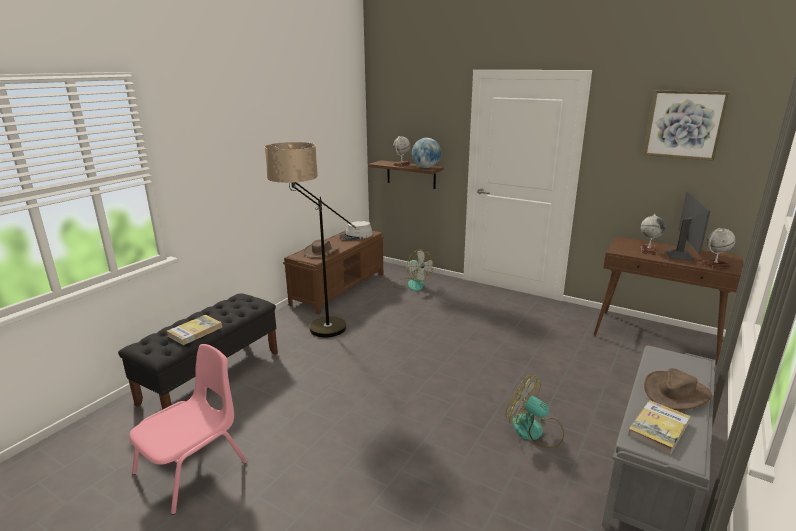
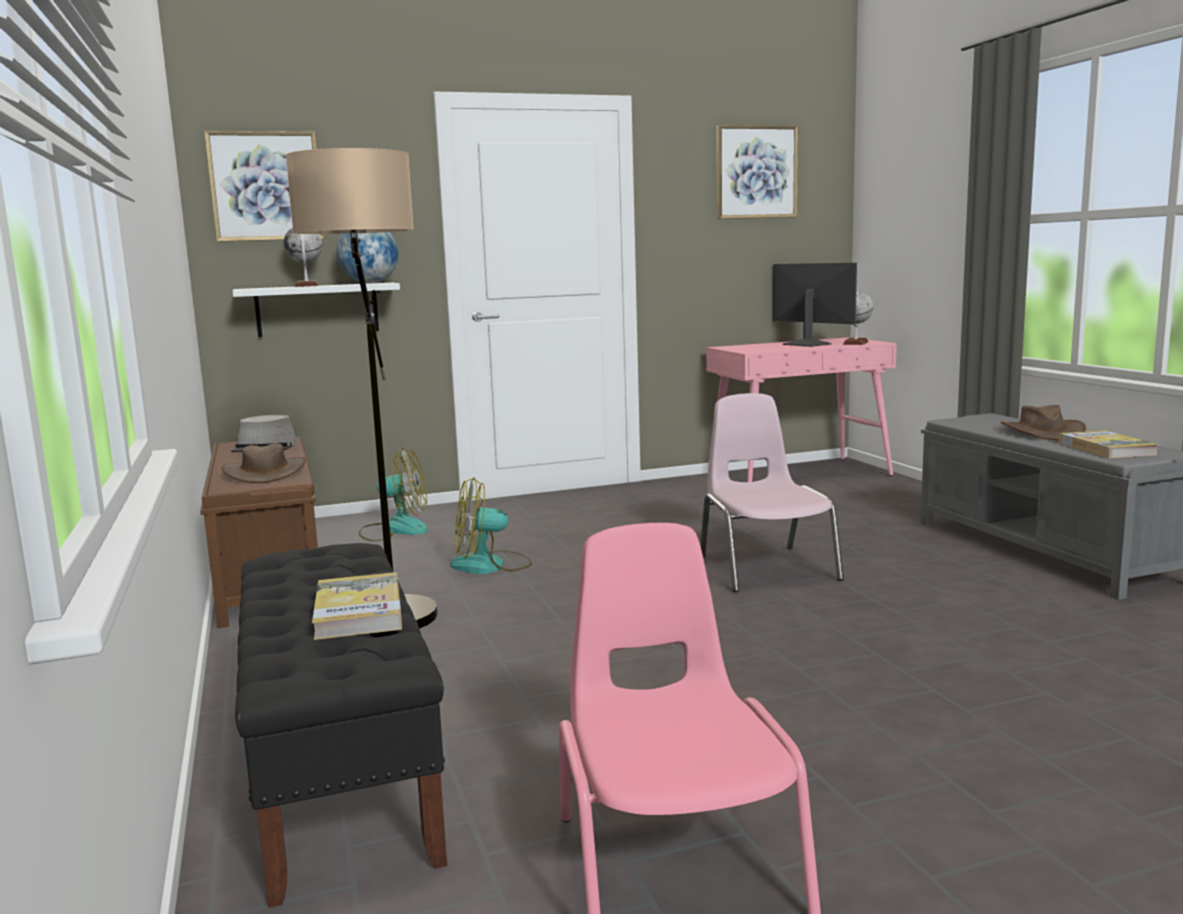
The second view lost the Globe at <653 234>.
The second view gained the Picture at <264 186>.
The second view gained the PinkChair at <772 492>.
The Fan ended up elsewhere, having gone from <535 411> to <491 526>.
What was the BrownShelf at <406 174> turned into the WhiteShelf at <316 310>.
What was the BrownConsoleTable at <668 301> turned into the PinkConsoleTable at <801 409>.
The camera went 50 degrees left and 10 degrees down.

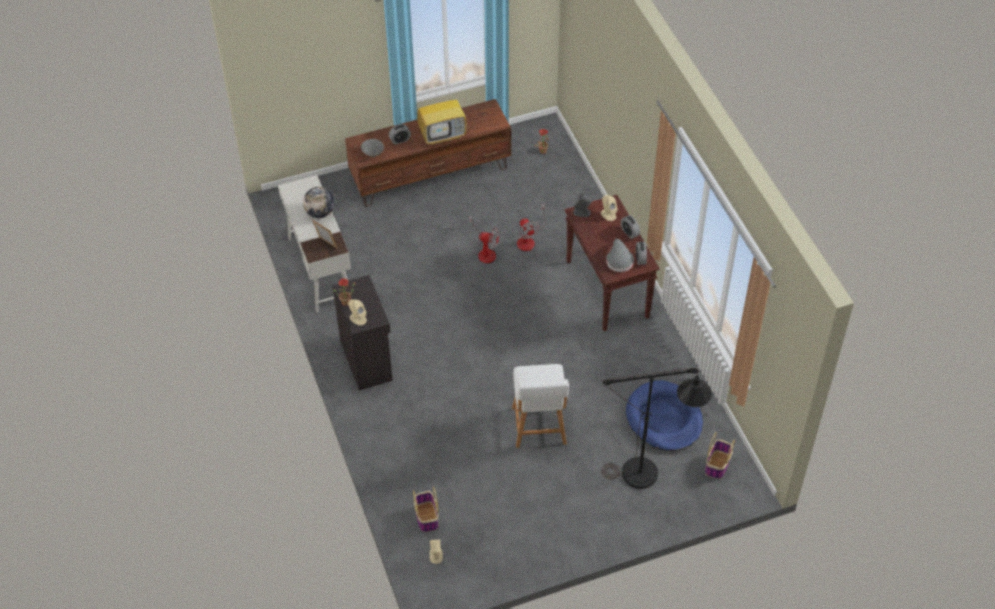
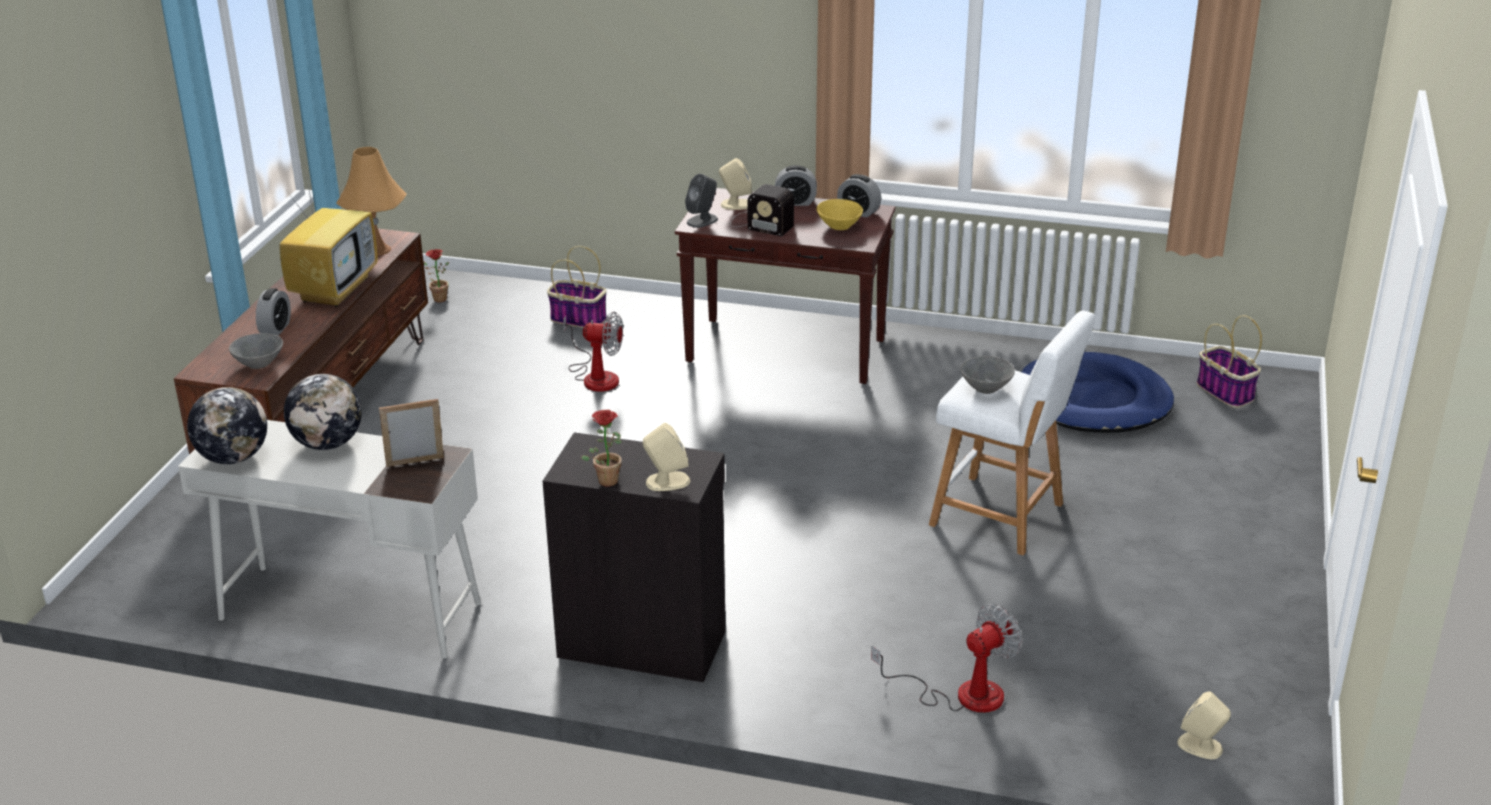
The second view lost the BlackFloorLamp at <657 428>.
The second view gained the Globe at <227 425>.
The second view gained the OrangeTableLamp at <371 201>.
The second view gained the Radio at <762 210>.
The second view gained the GreyBowl at <987 375>.
The Basket ended up elsewhere, having gone from <426 509> to <577 287>.
The Fan ended up elsewhere, having gone from <484 239> to <946 658>.
Where the GreyHat stood at <620 255>, the YellowBowl came to stand at <840 214>.
The camera went 55 degrees left and 20 degrees down.

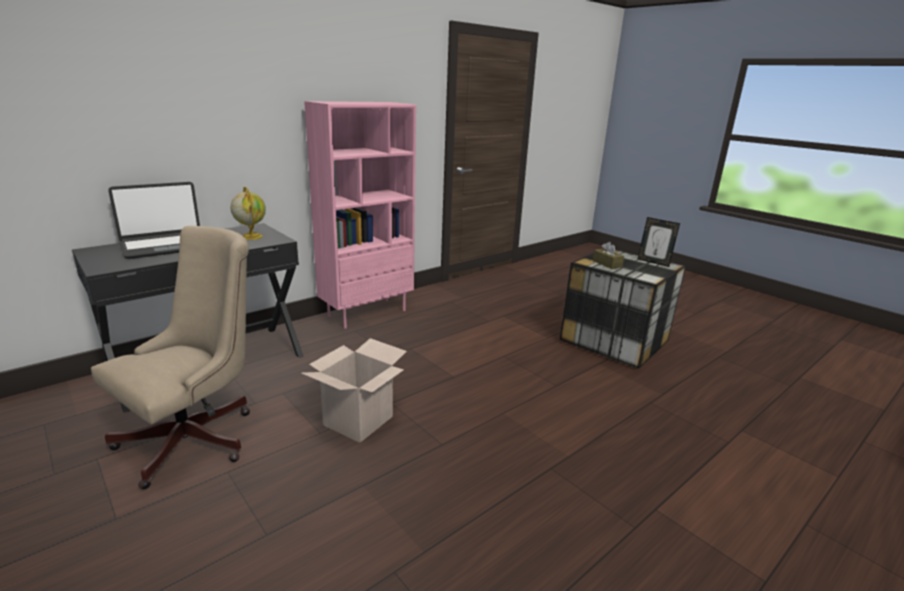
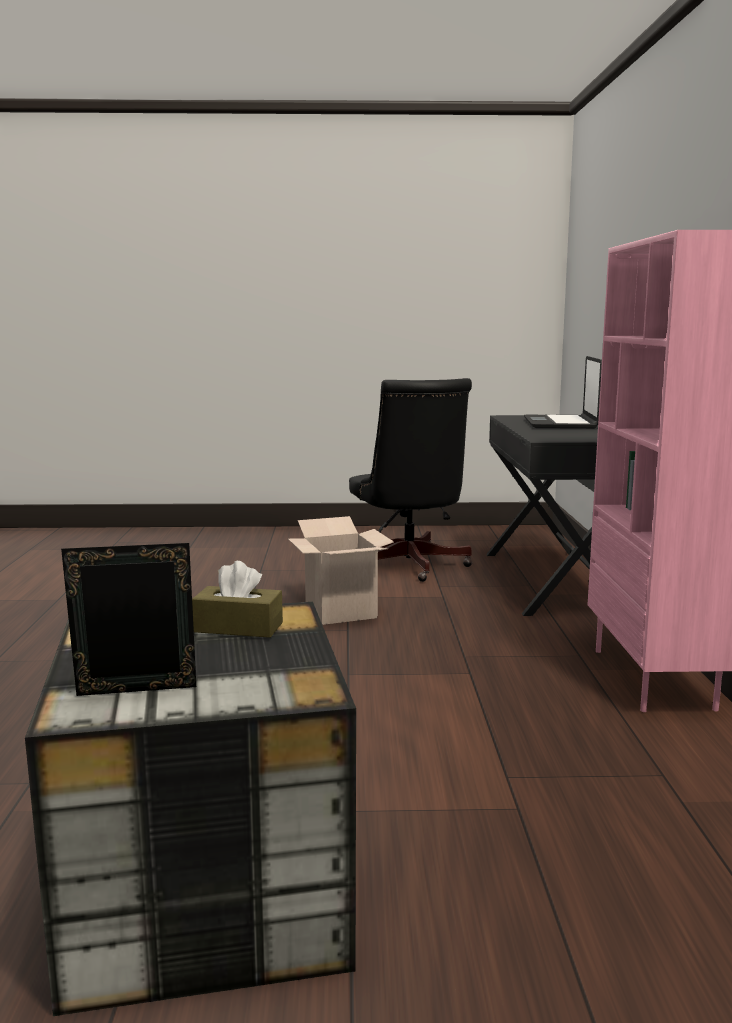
The second view lost the Globe at <248 213>.
What was the BeigeOfficeChair at <170 357> turned into the BlackOfficeChair at <410 480>.
The camera went 130 degrees right and 10 degrees down.

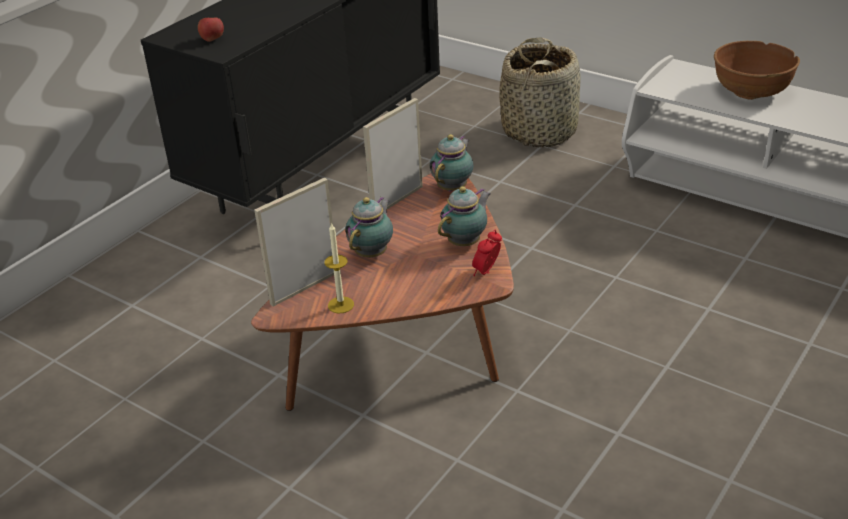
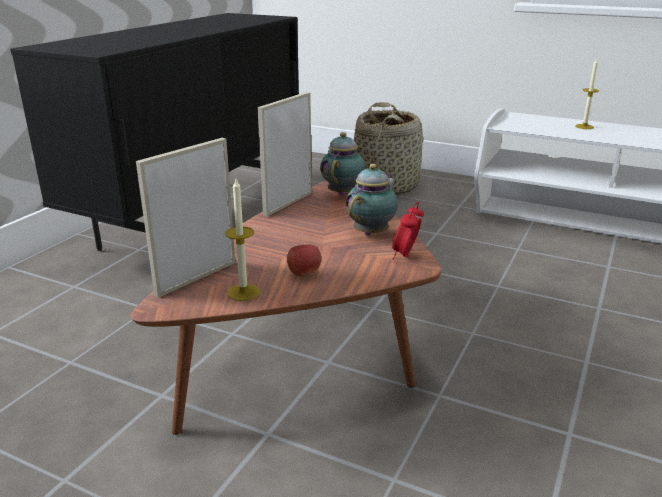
The second view lost the Teapot at <369 227>.
The Apple ended up elsewhere, having gone from <211 29> to <304 260>.
Where the BrownBowl stood at <757 70>, the Candle came to stand at <587 93>.
The camera went 10 degrees left and 10 degrees down.

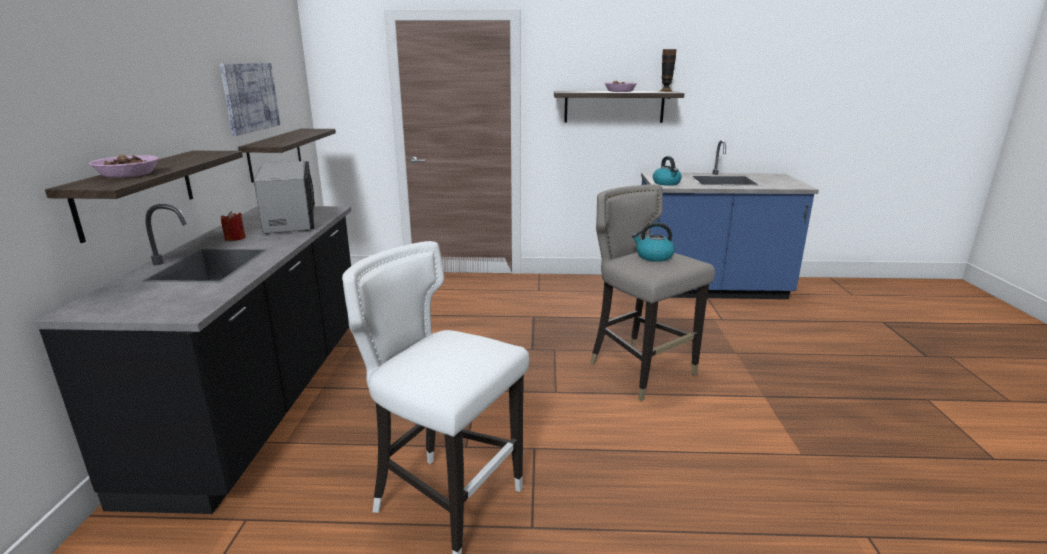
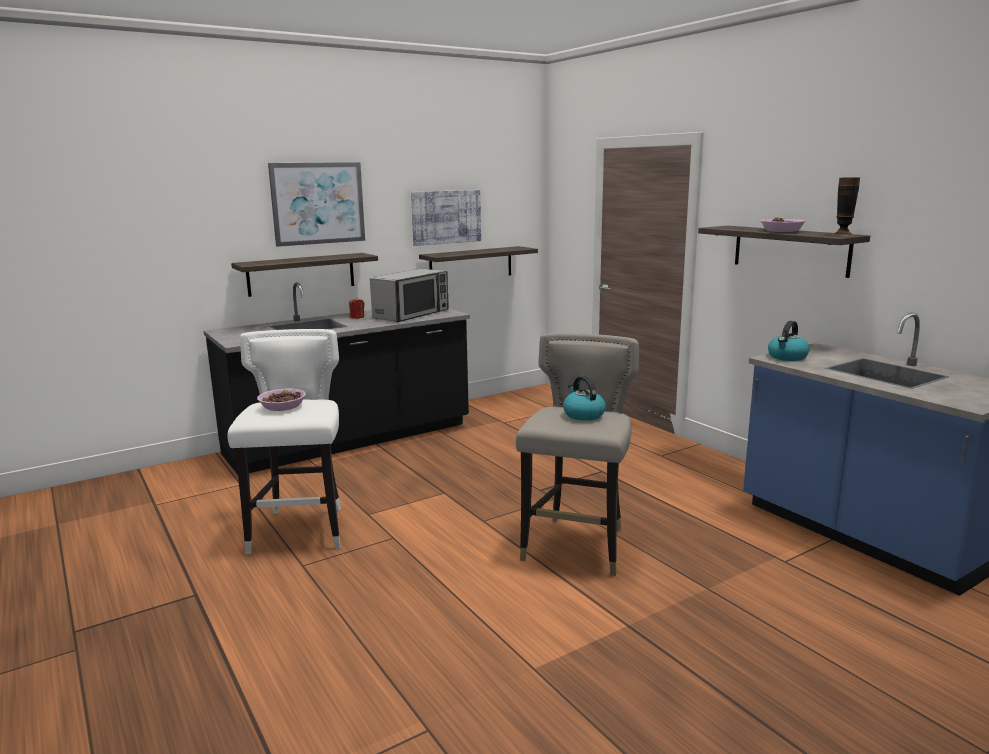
The second view gained the Picture at <316 204>.
The Bowl ended up elsewhere, having gone from <124 166> to <281 400>.
The camera went 55 degrees right and 5 degrees down.

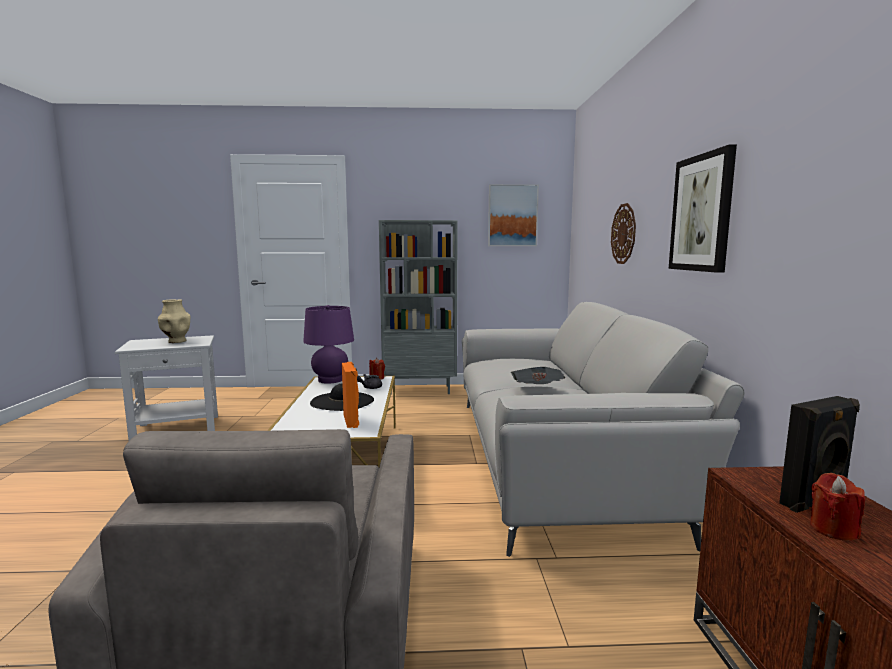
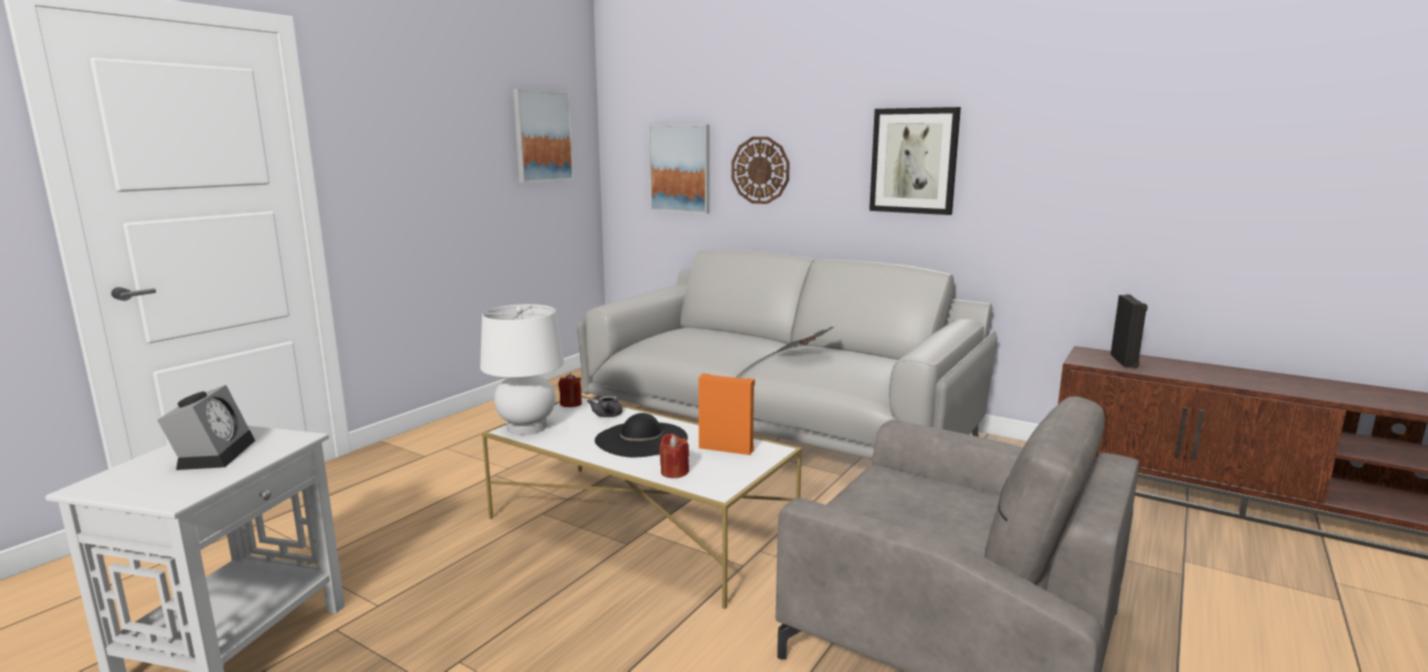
The second view lost the GreyBookcase at <418 307>.
The second view gained the Picture at <679 169>.
The RedCandle ended up elsewhere, having gone from <837 507> to <674 456>.
Where the BeigeVase stood at <174 321>, the AlarmClock came to stand at <206 427>.
What was the PurpleTableLamp at <328 344> turned into the WhiteTableLamp at <522 369>.
The camera went 55 degrees left and 5 degrees up.

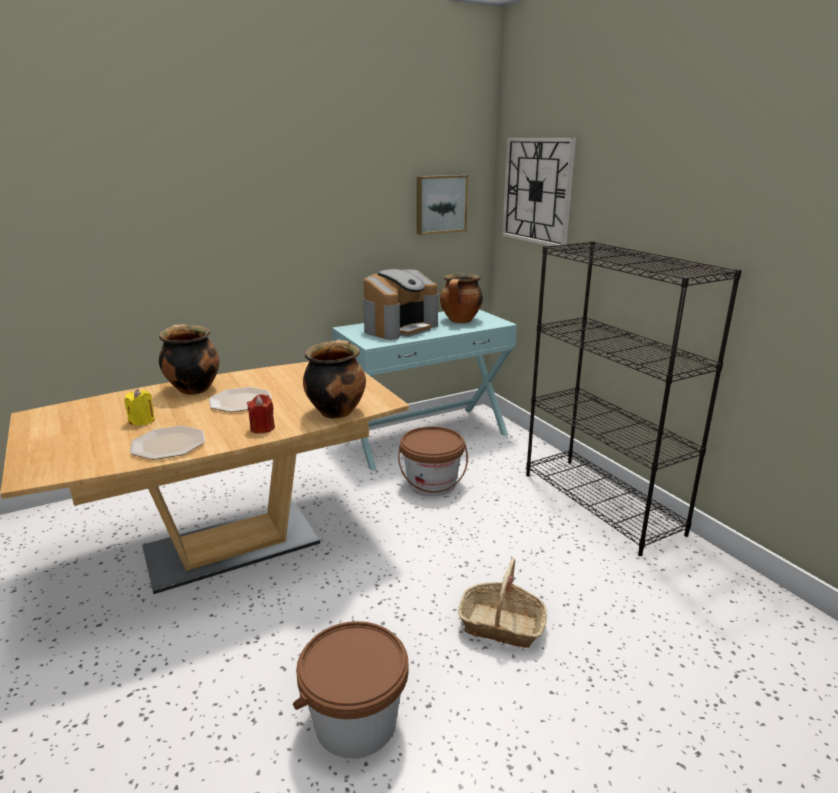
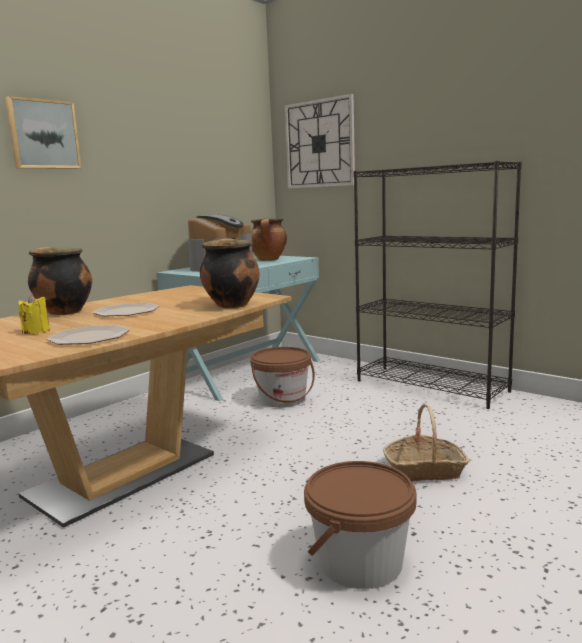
The second view lost the RedCandle at <261 414>.
The Picture ended up elsewhere, having gone from <442 205> to <43 132>.
The camera went 20 degrees left and 10 degrees down.

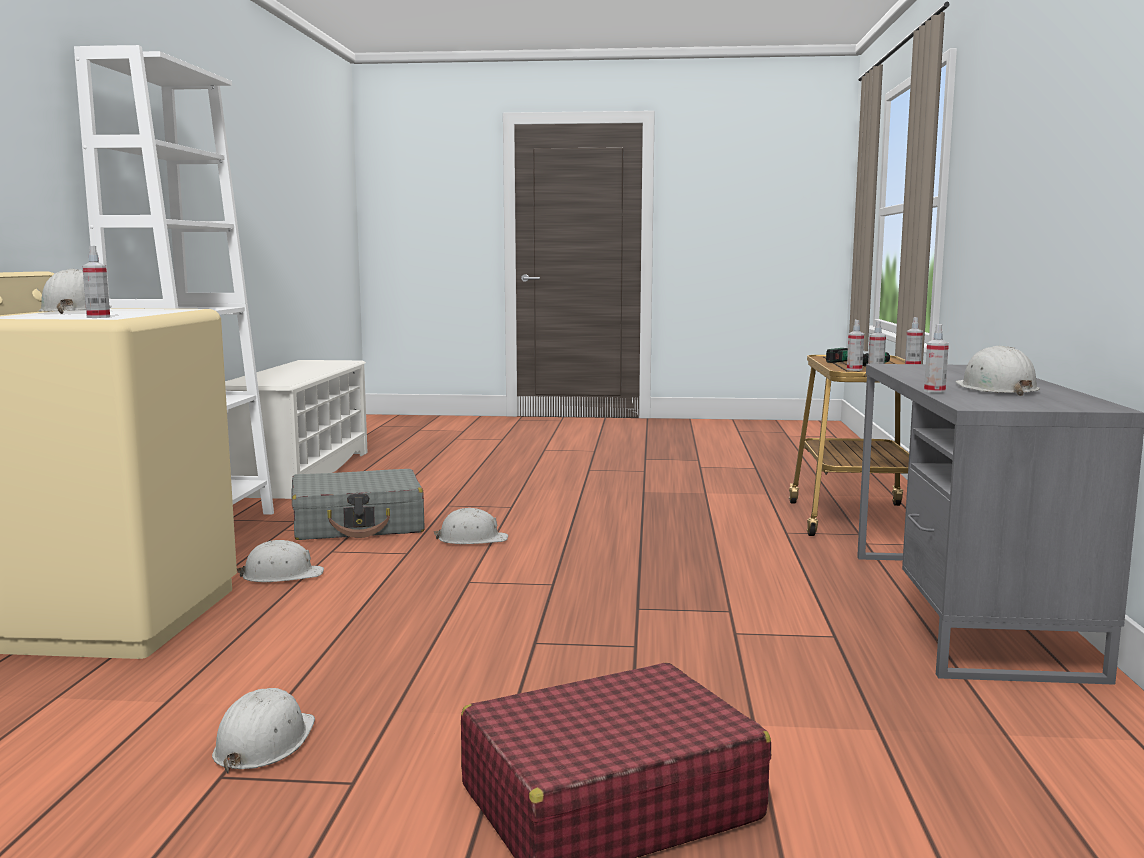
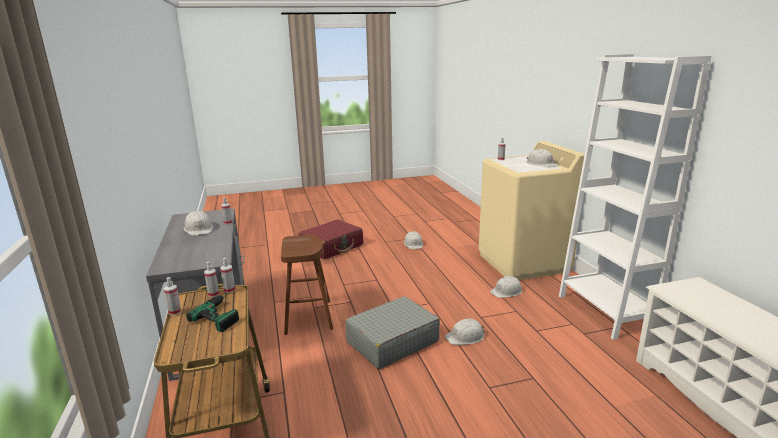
The second view gained the BrownStool at <307 285>.
The GreySuitcase ended up elsewhere, having gone from <357 504> to <393 332>.
The camera went 160 degrees right and 10 degrees up.

